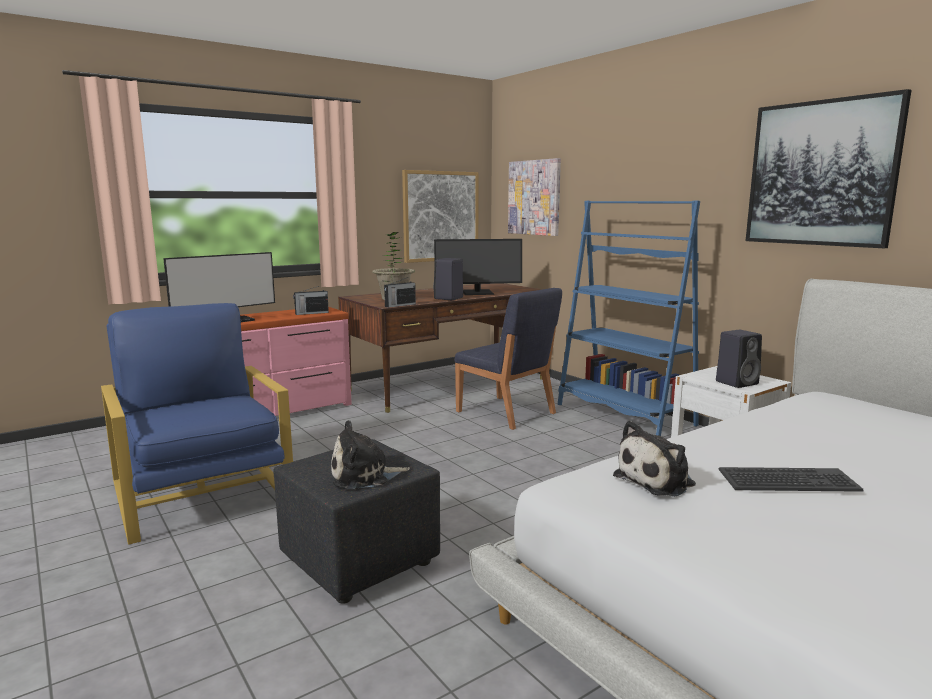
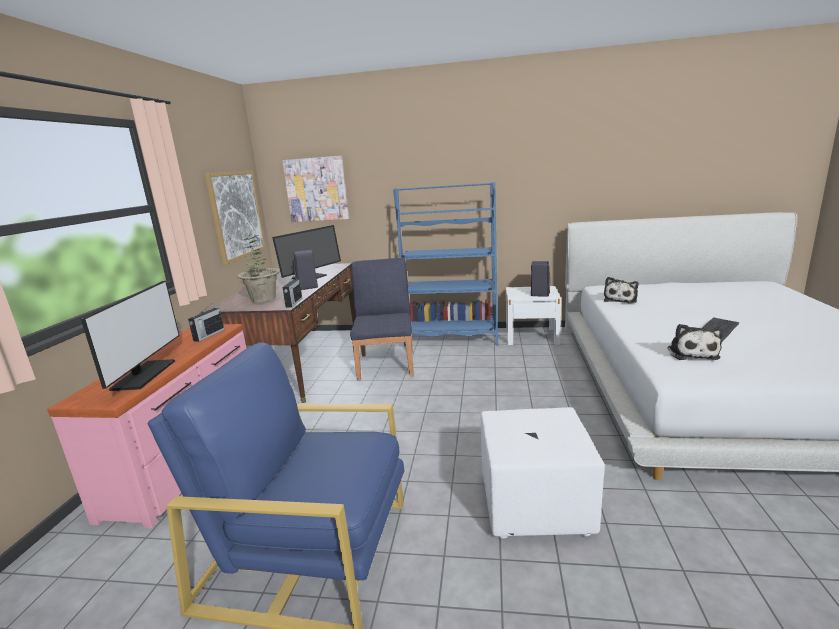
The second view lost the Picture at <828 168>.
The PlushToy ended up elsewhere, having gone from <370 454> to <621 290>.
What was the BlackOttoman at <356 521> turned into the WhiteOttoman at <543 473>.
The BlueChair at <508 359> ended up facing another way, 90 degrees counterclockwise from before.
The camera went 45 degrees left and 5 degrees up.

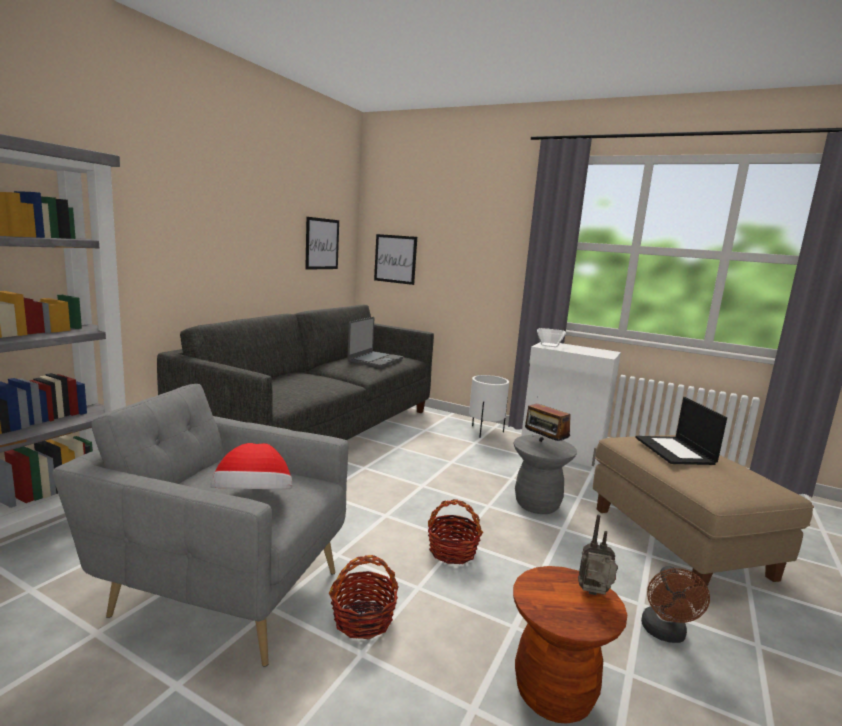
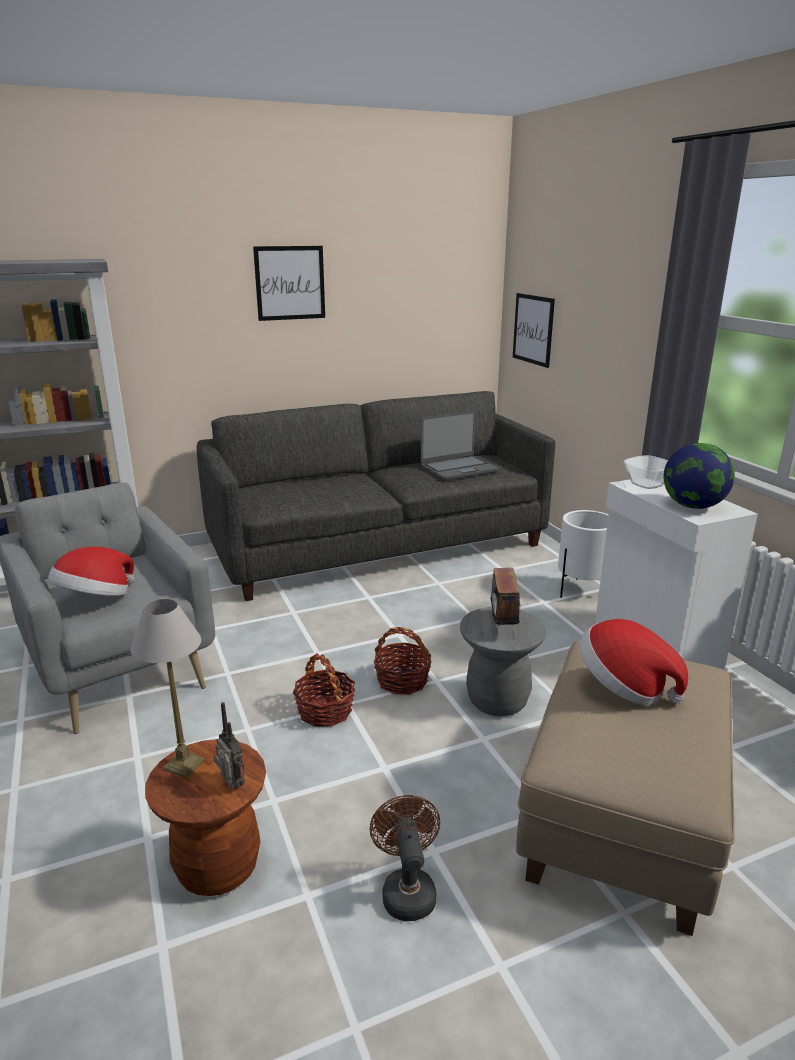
The second view gained the TableLamp at <167 688>.
The second view gained the Globe at <699 476>.
The Picture ended up elsewhere, having gone from <322 243> to <289 283>.
The Basket ended up elsewhere, having gone from <364 597> to <402 661>.
Where the Laptop stood at <681 431>, the Hat came to stand at <633 662>.
The BrownFan at <675 604> ended up facing another way, 120 degrees clockwise from before.
The camera went 40 degrees right and 10 degrees up.

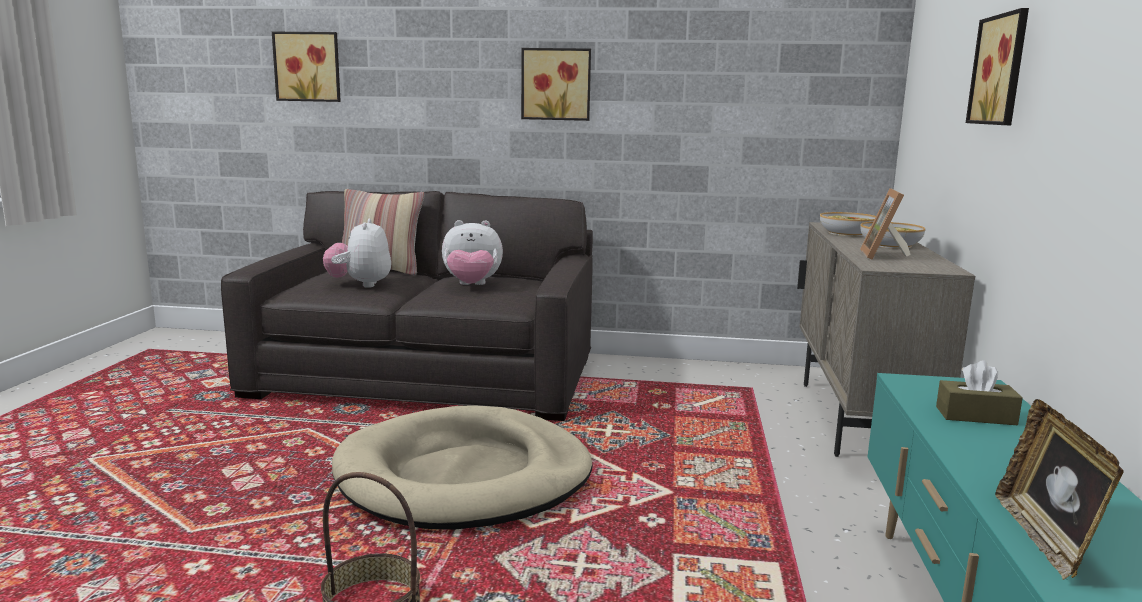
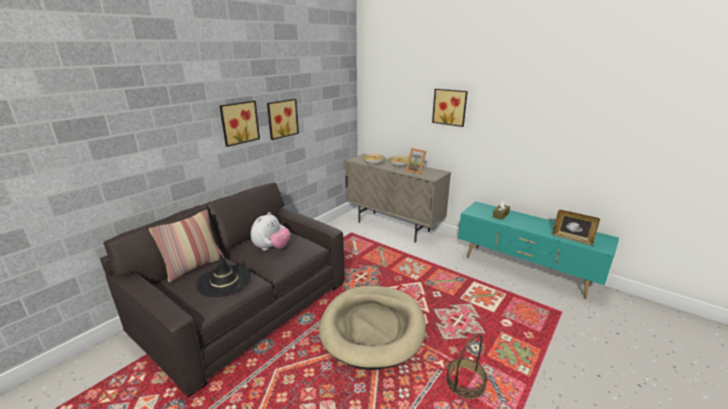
The Picture ended up elsewhere, having gone from <306 67> to <283 119>.
Where the PlushToy stood at <357 253>, the BlackHat came to stand at <223 275>.
The camera went 60 degrees left and 10 degrees up.

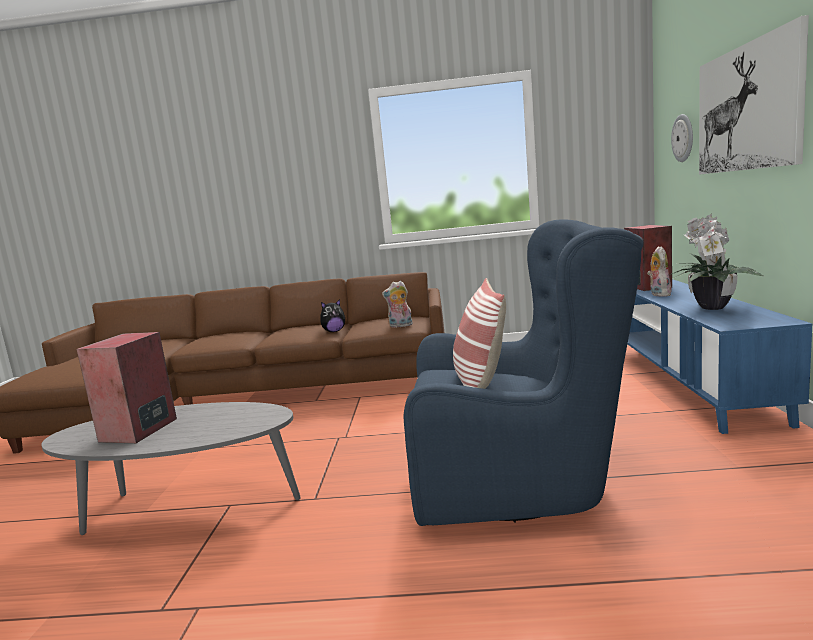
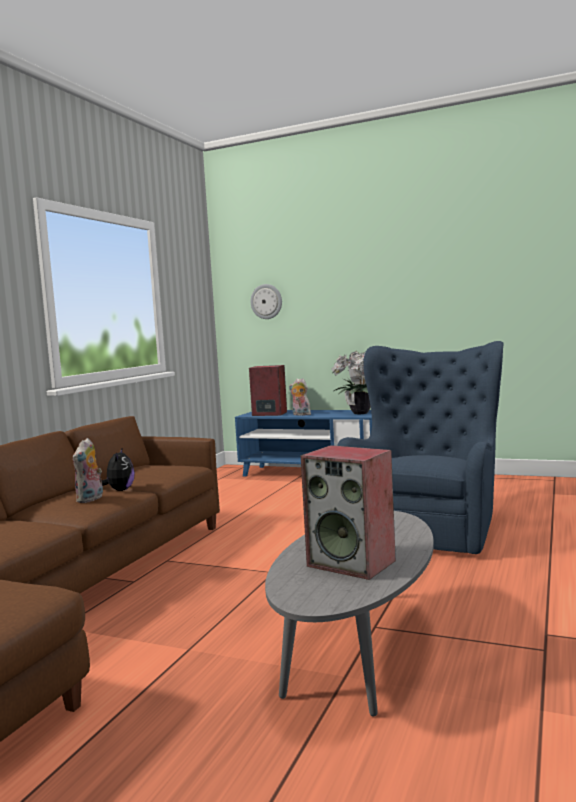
The second view lost the Pillow at <479 333>.
The second view lost the Picture at <754 95>.
The PlushToy ended up elsewhere, having gone from <397 304> to <88 470>.
The camera went 70 degrees left and 5 degrees down.

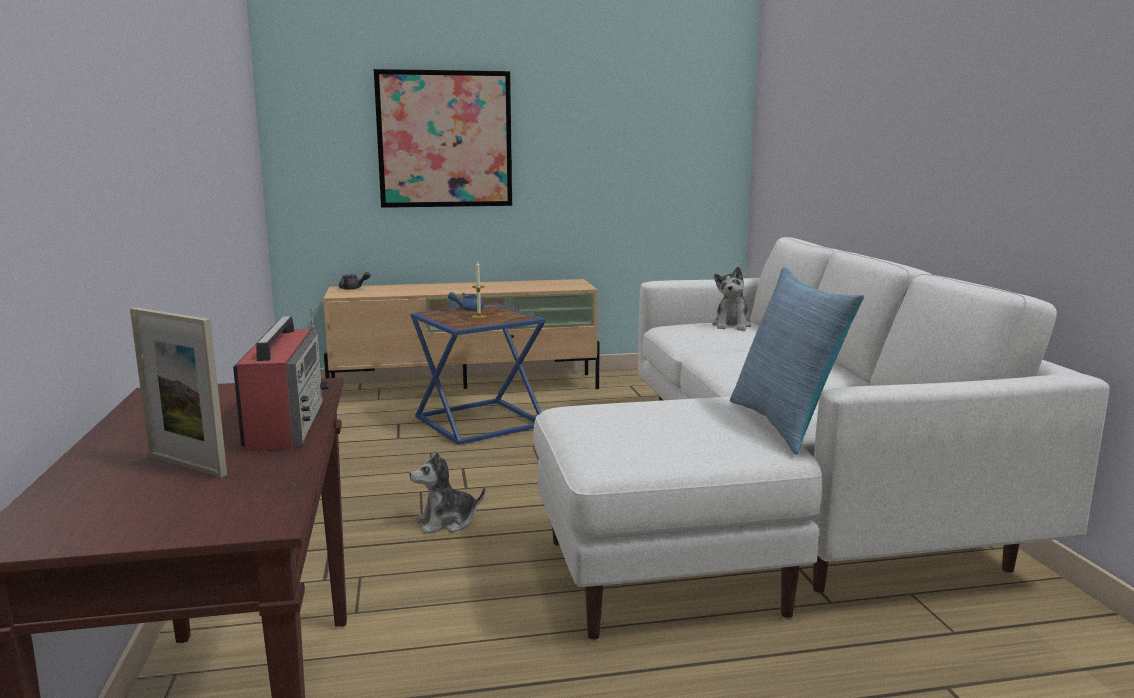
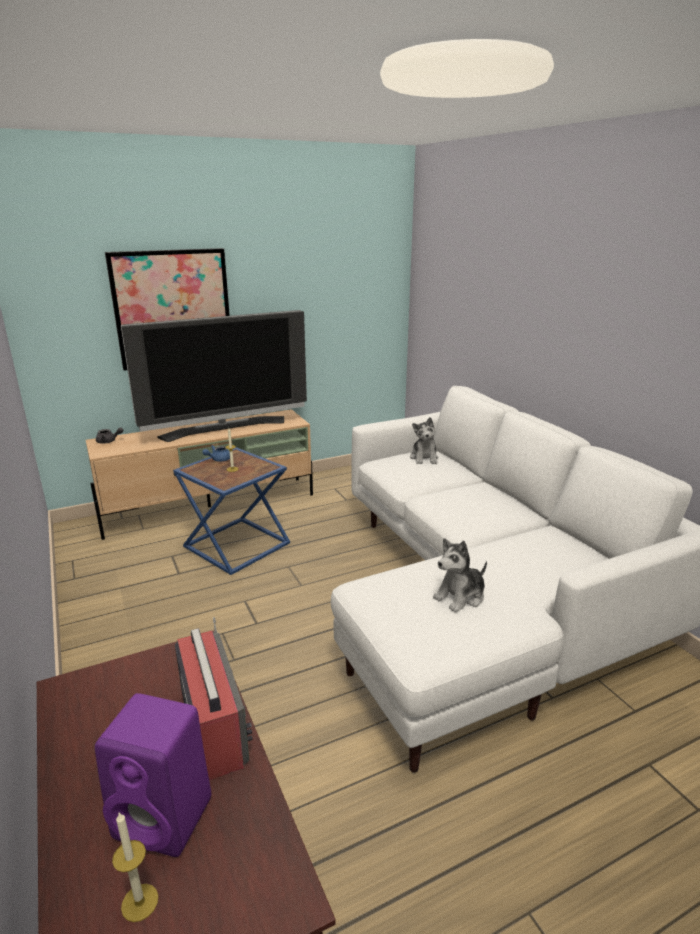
The second view lost the Pillow at <797 361>.
The second view gained the Candle at <135 867>.
The second view gained the Television at <214 376>.
The PlushToy ended up elsewhere, having gone from <447 493> to <460 575>.
Where the PictureFrame stood at <178 392>, the PurpleSpeaker came to stand at <153 775>.
The camera went 15 degrees left and 10 degrees up.

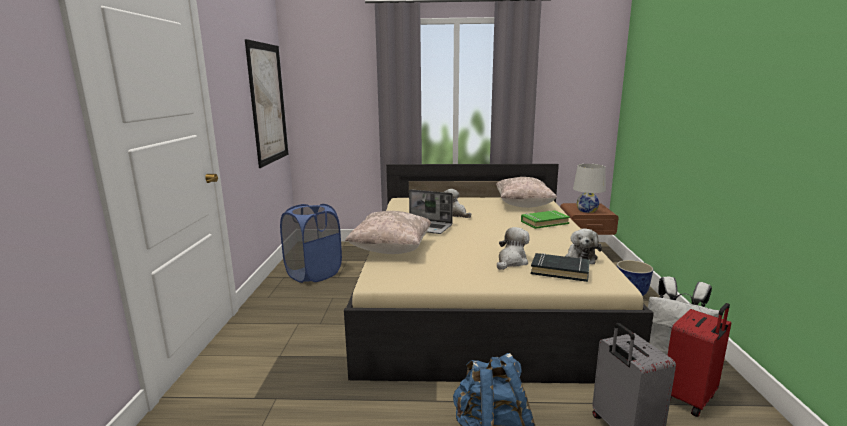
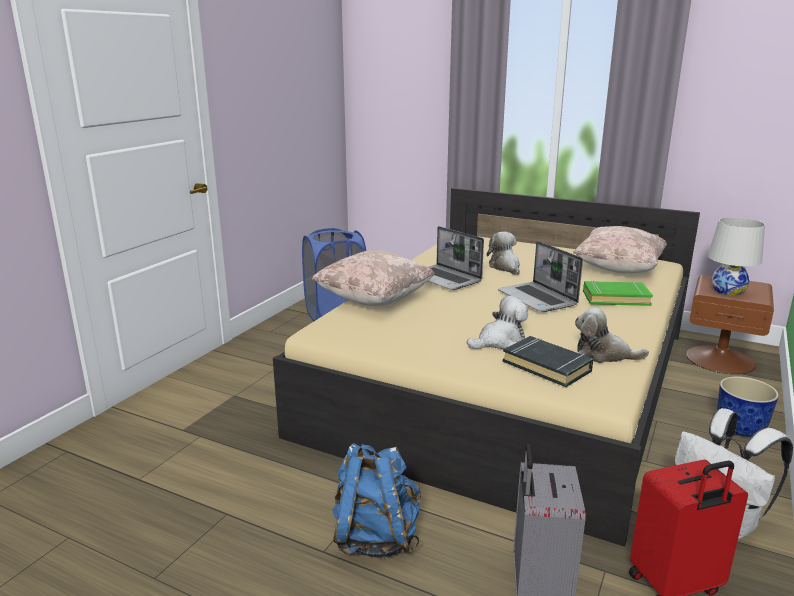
The second view lost the Picture at <267 103>.
The second view gained the Laptop at <540 276>.
The PlushToy at <583 246> ended up facing another way, 75 degrees clockwise from before.
The camera went 25 degrees right and 5 degrees up.

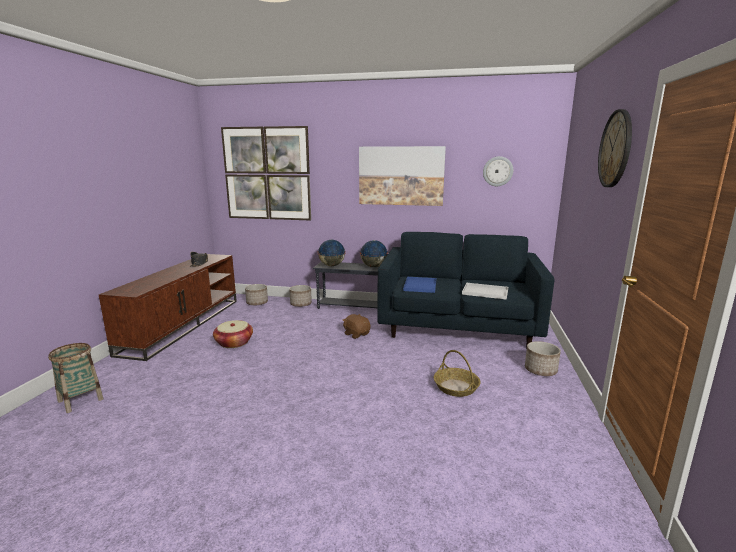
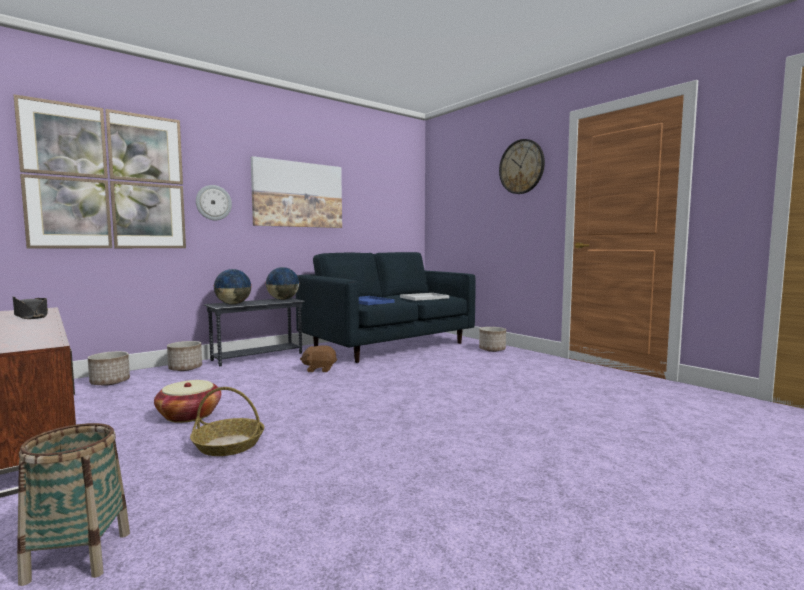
The Basket ended up elsewhere, having gone from <457 373> to <227 421>.
The WallClock ended up elsewhere, having gone from <498 171> to <214 202>.
The camera went 50 degrees left and 10 degrees down.

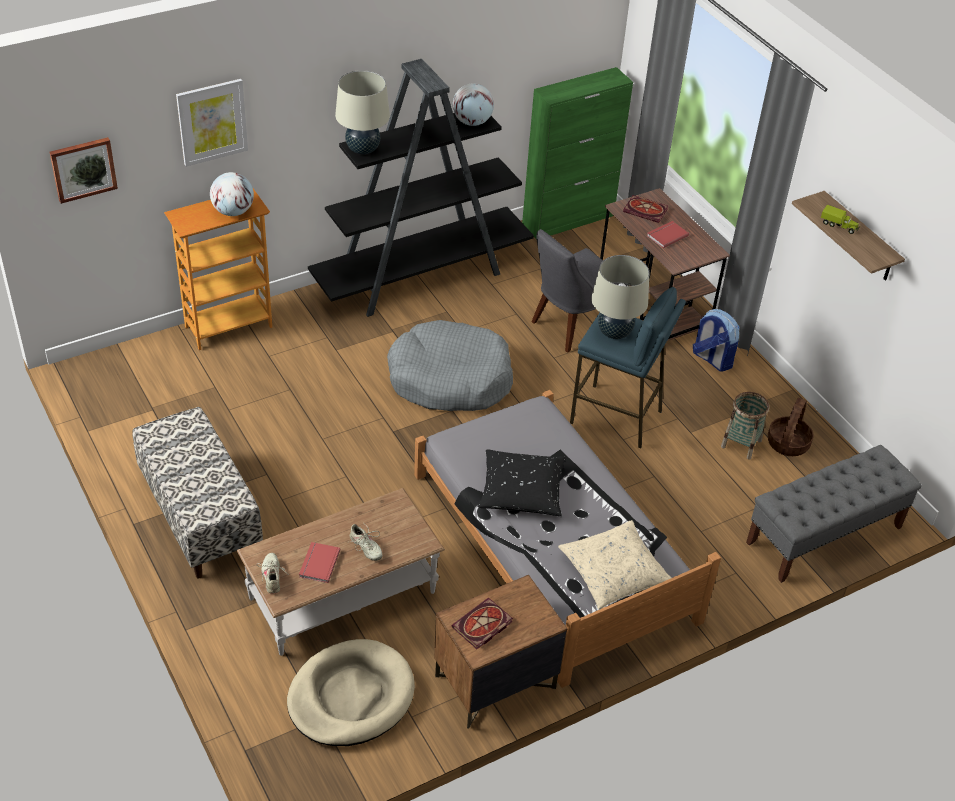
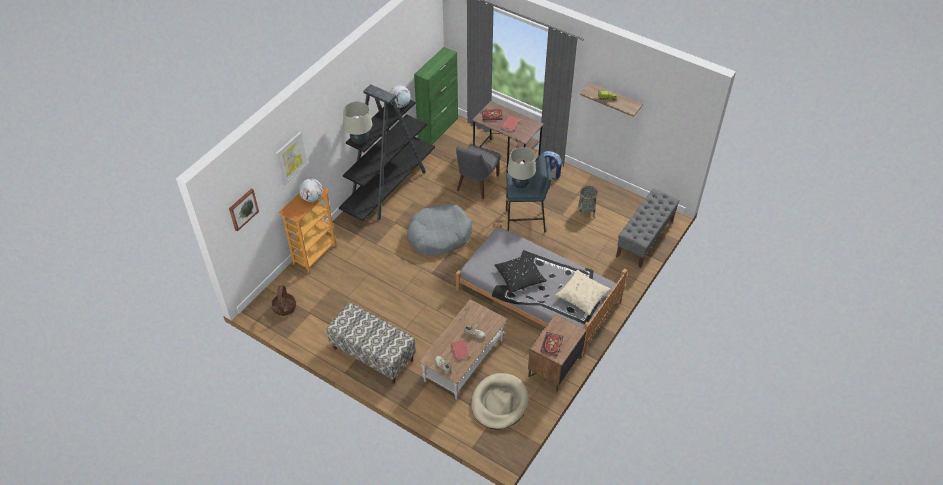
The Basket ended up elsewhere, having gone from <791 427> to <283 301>.
The camera went 25 degrees left and 5 degrees up.

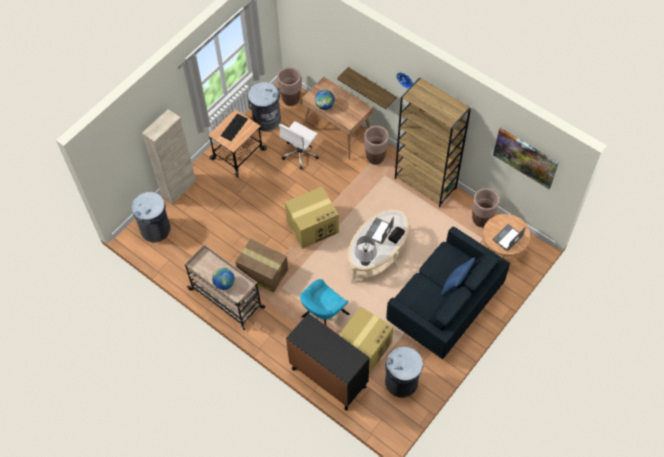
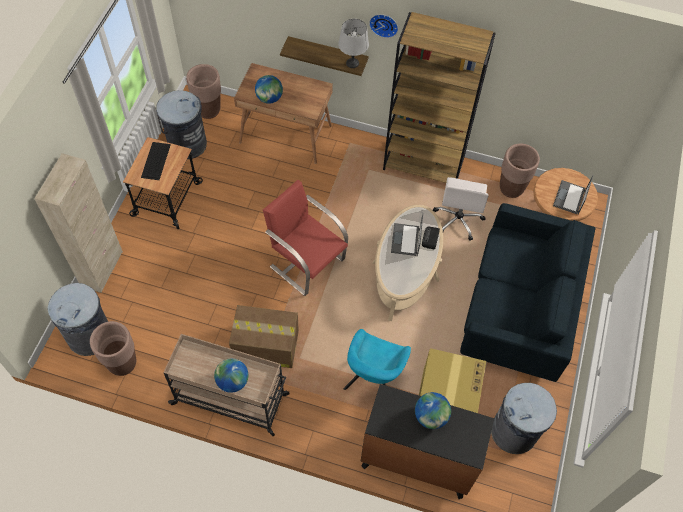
The second view lost the BluePillow at <458 277>.
The second view lost the Picture at <526 158>.
The second view gained the Globe at <433 410>.
The WhiteOfficeChair ended up elsewhere, having gone from <299 145> to <461 209>.
The GreyTableLamp ended up elsewhere, having gone from <365 251> to <353 43>.
The BrownPlanter ended up elsewhere, having gone from <376 145> to <113 348>.
Where the CardboardBox stood at <312 218>, the RedArmchair came to stand at <305 238>.
The camera went 25 degrees left and 0 degrees up.

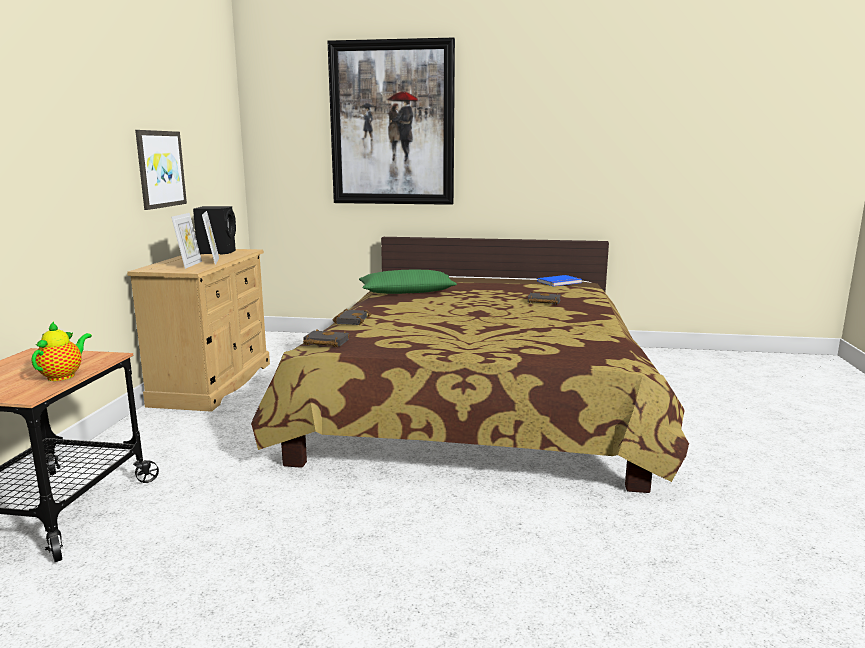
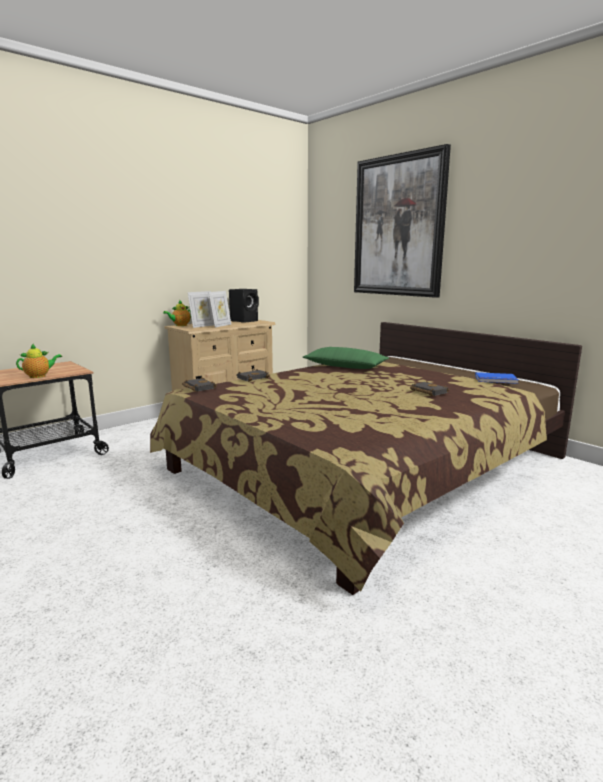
The second view lost the Picture at <161 170>.
The second view gained the Teapot at <177 313>.
The camera went 40 degrees right and 0 degrees up.

